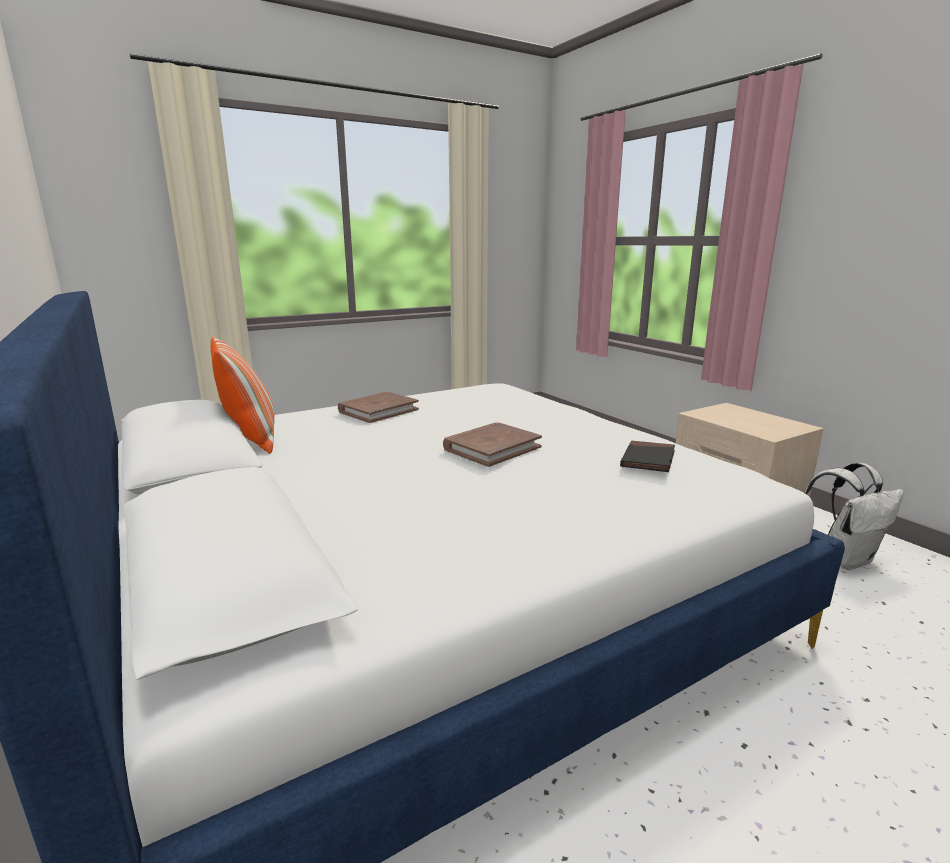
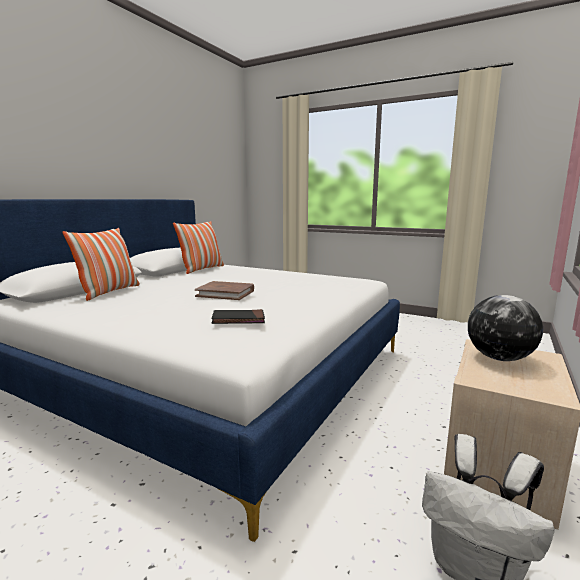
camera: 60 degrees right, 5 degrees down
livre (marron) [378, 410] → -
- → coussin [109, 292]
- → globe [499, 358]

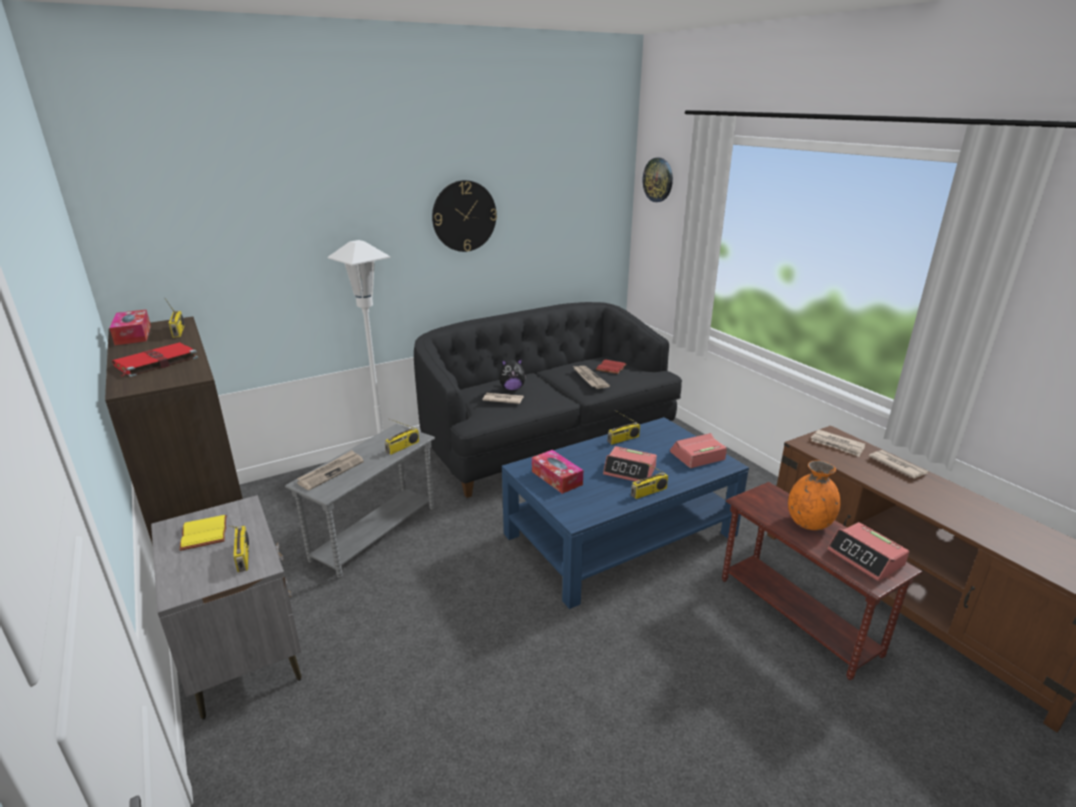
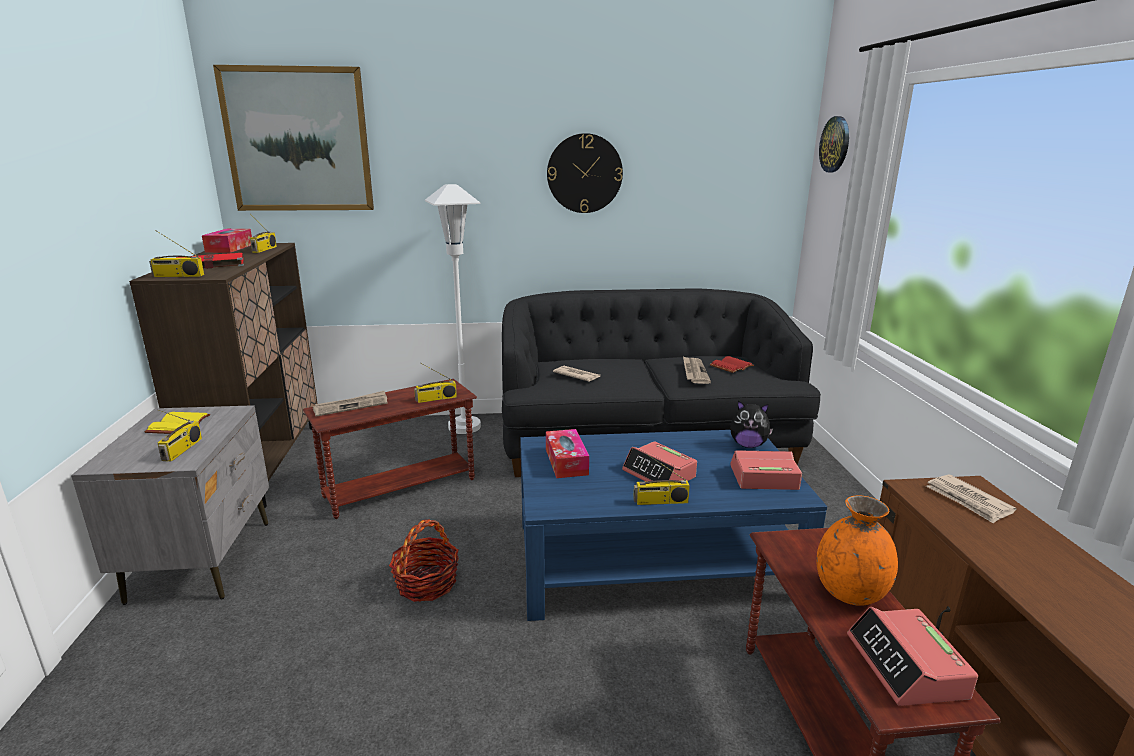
camera: 25 degrees right, 5 degrees down
table d'appoint (gris) [374, 534] → table d'appoint (marron) [400, 488]
peluche [512, 388] → peluche [748, 445], shifted
radio [623, 439] → radio [178, 276], shifted
journal [897, 466] → -
- → tableau [298, 140]
- → panier [426, 583]

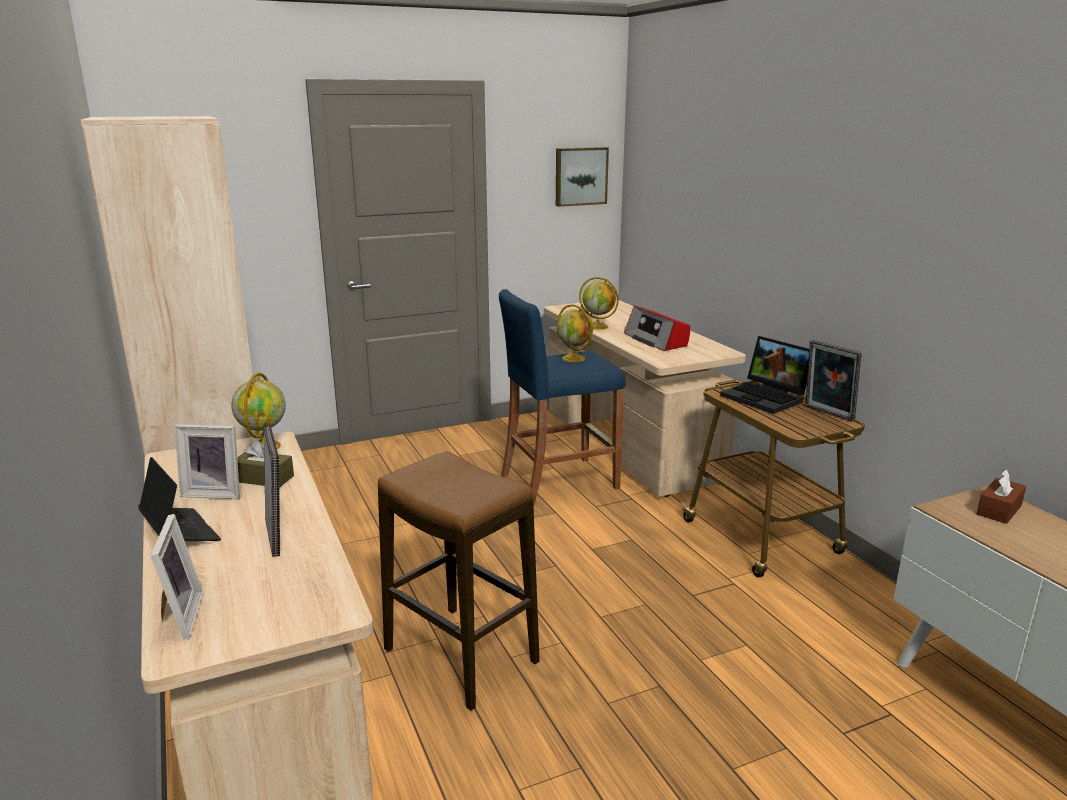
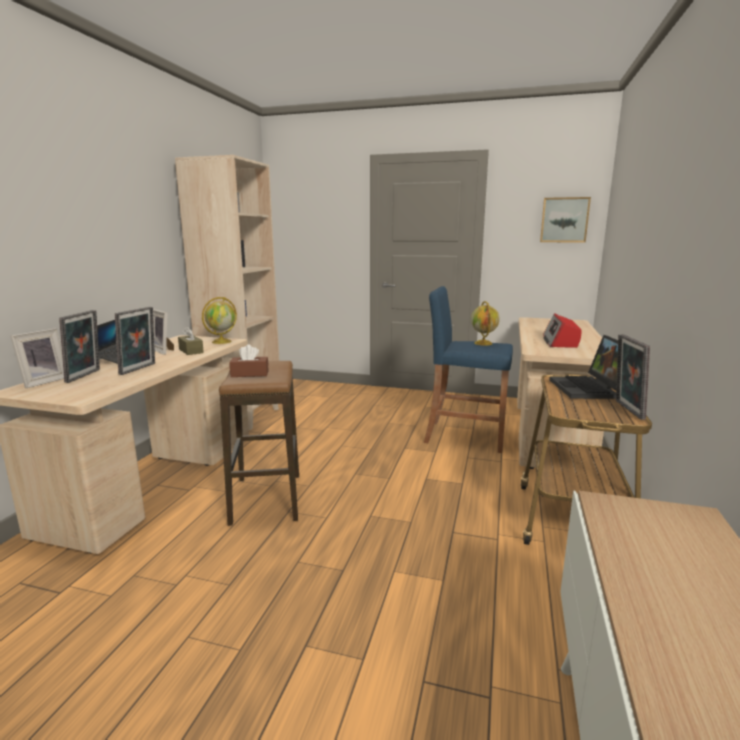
camera: 40 degrees right, 5 degrees down
globe [598, 327] → -
boîte à mouchoirs (marron) [999, 510] → boîte à mouchoirs (marron) [249, 374], shifted
- → cadre photo [86, 376]

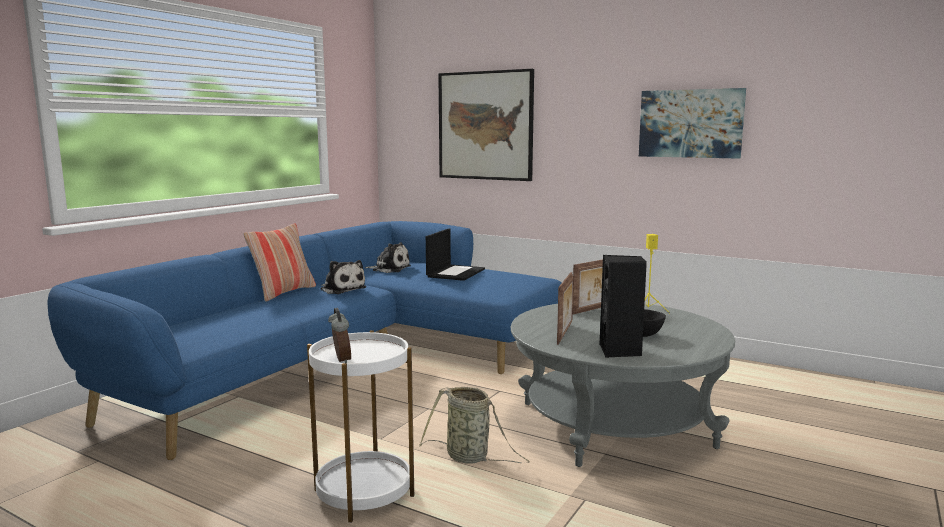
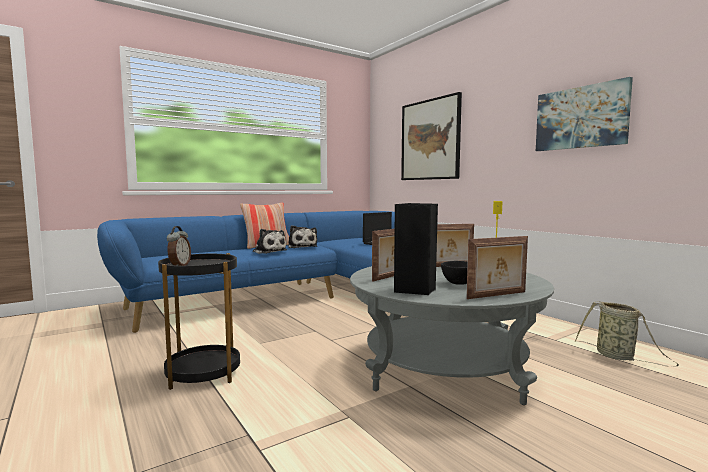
camera: 25 degrees right, 5 degrees down
table d'appoint (blanc) [364, 493] → table d'appoint (noir) [203, 373]
peluche [389, 269] → peluche [268, 251], shifted
panier [470, 457] → panier [617, 357], shifted
- → cadre photo [497, 295]

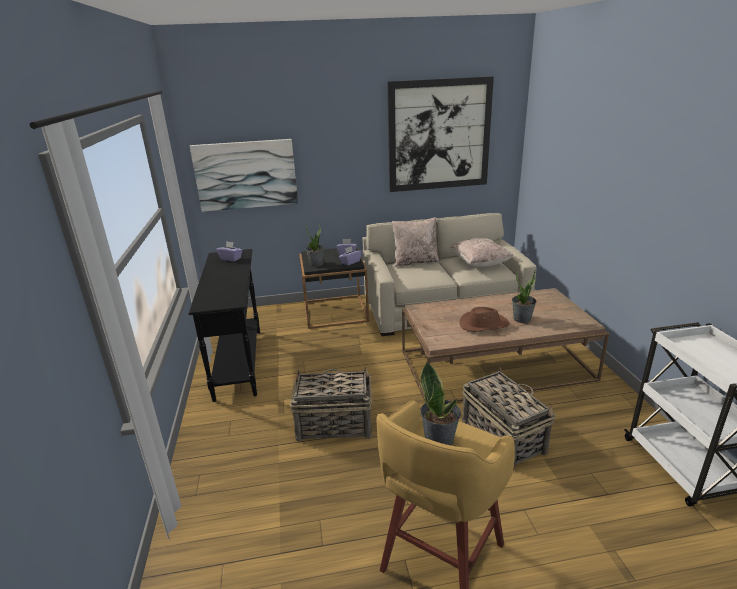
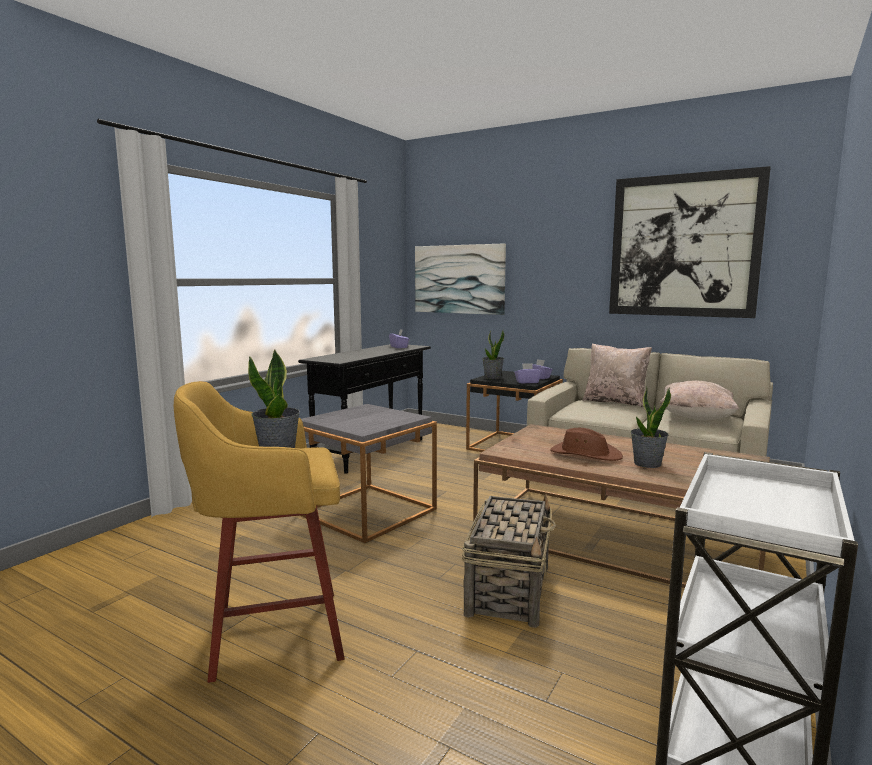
camera: 40 degrees right, 15 degrees down
panier [333, 424] → table d'appoint (gris) [367, 511]

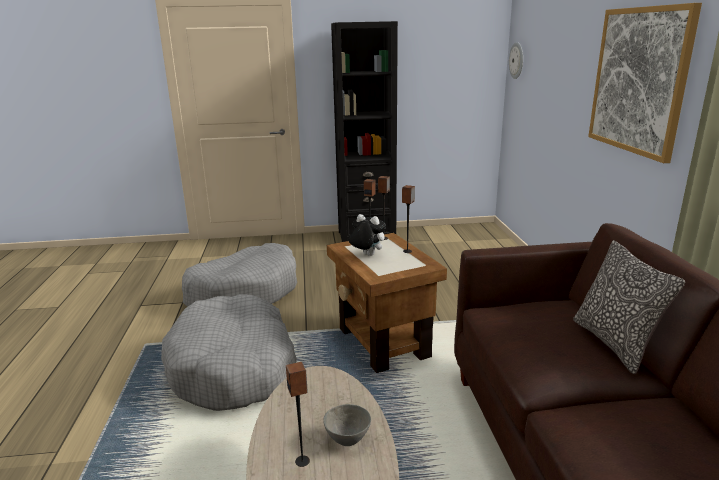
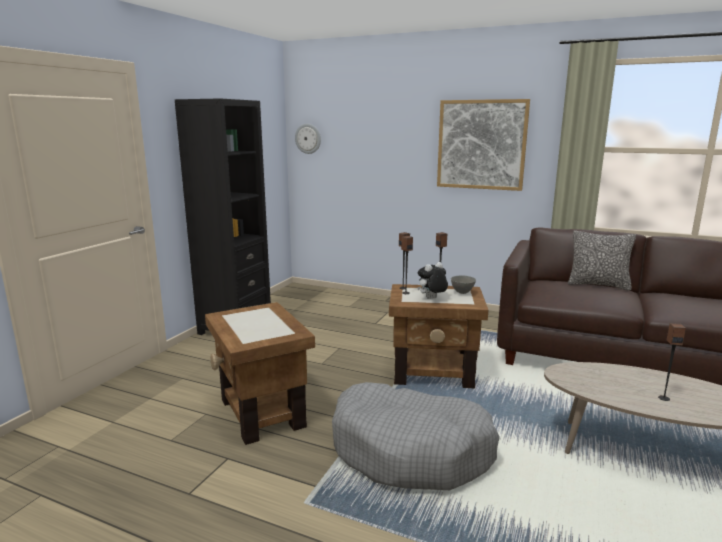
camera: 60 degrees left, 5 degrees down
panier pour chien (gris) [244, 292] → table d'appoint (marron) [261, 413]
bol (gris) [347, 440] → bol (gris) [462, 292], shifted

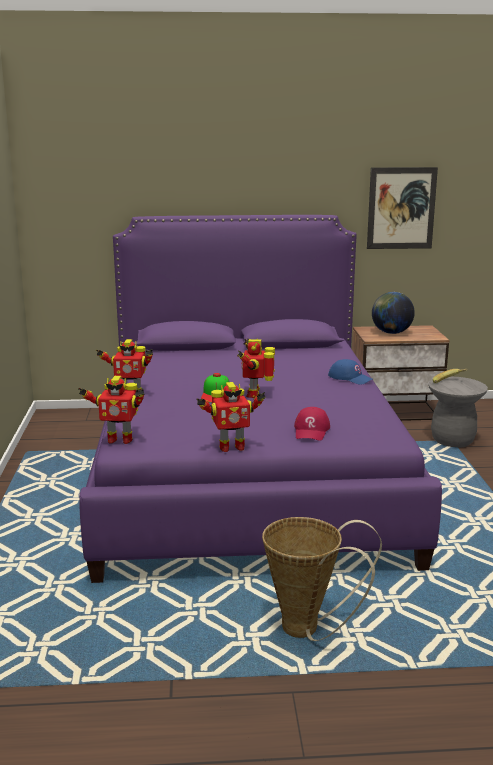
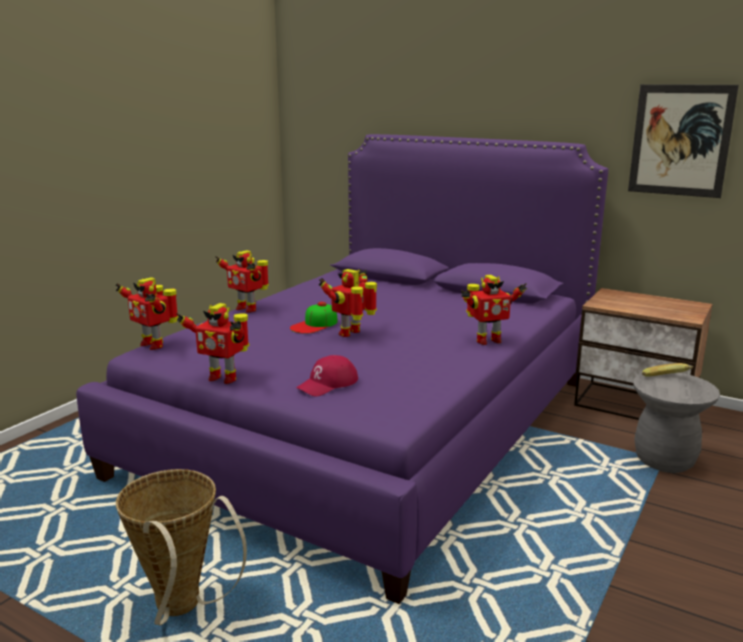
camera: 35 degrees right, 0 degrees up
casquette (bleu) [350, 378] → robot jouet [487, 340]
globe [391, 333] → -

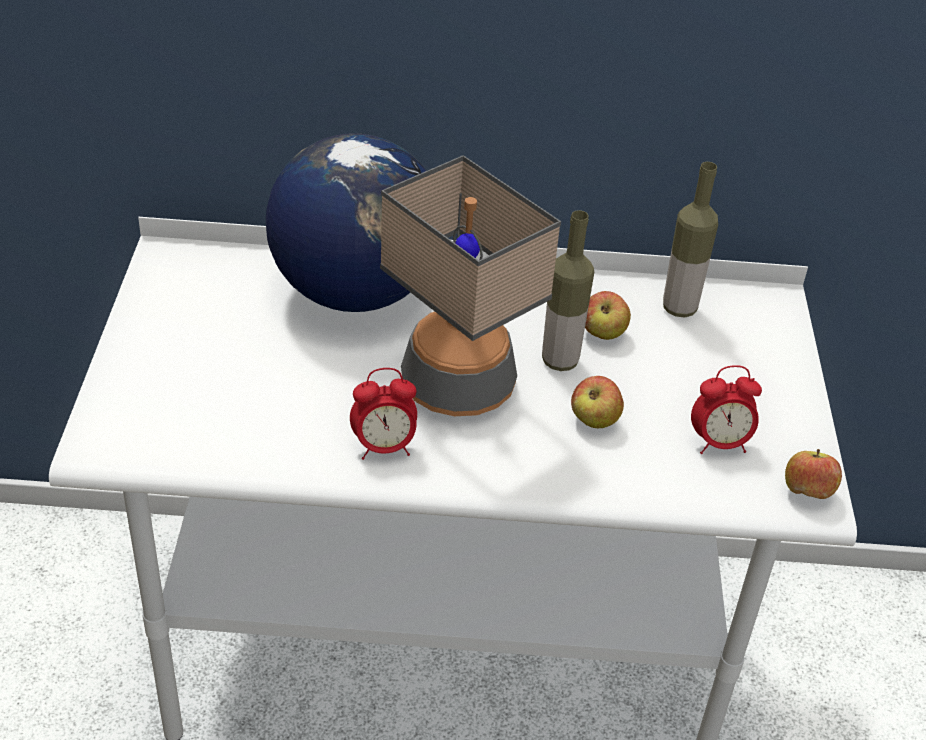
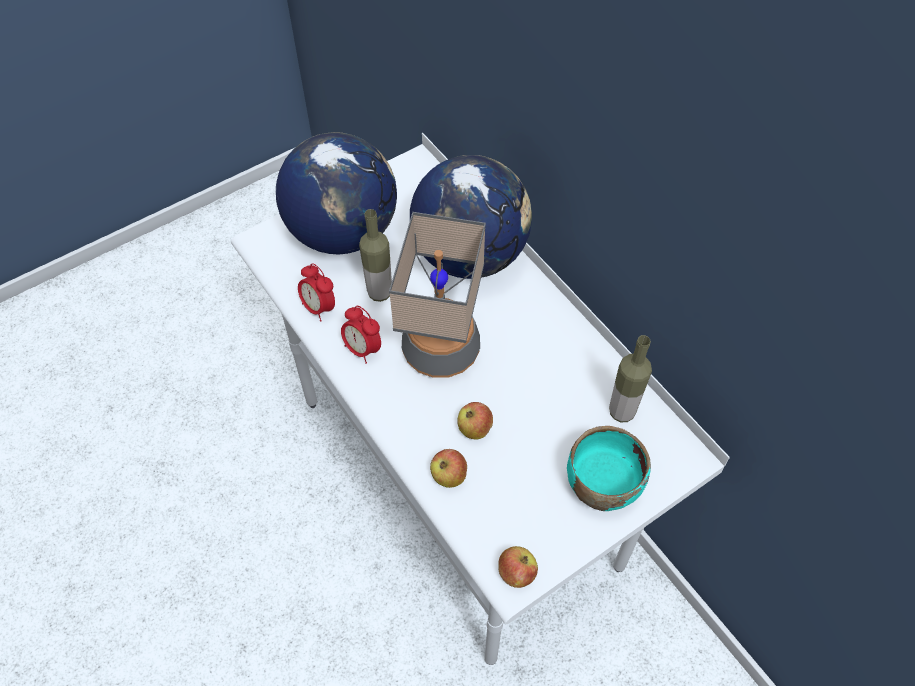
camera: 55 degrees right, 15 degrees up
bouteille [560, 361] → bouteille [379, 292], shifted
pomme [603, 333] → pomme [449, 476], shifted
réveil [719, 443] → réveil [319, 307], shifted
- → globe [342, 232]
- → bol (turquoise) [602, 484]

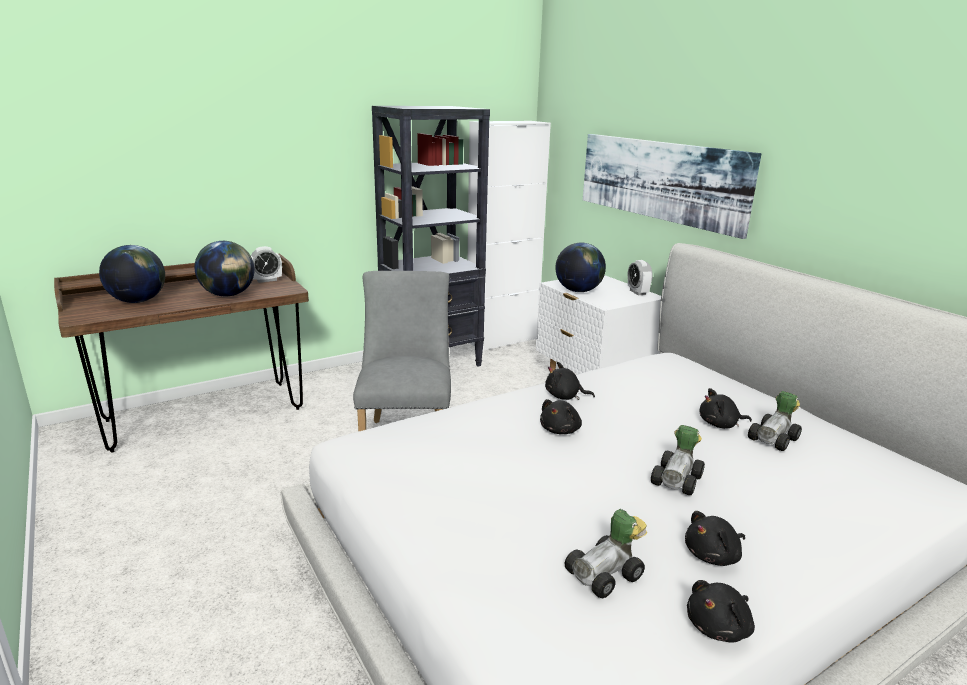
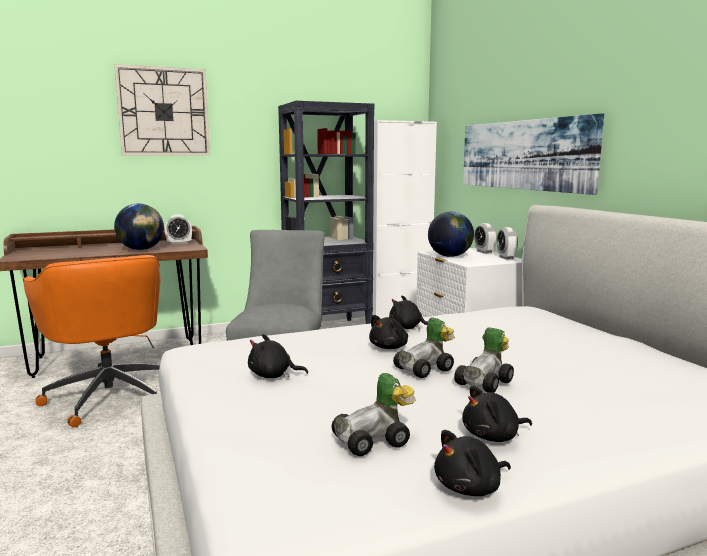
camera: 10 degrees right, 10 degrees down
globe [138, 301] → -
peluche (noir) [720, 424] → peluche (noir) [273, 375], shifted
petite voiture [775, 438] → petite voiture [426, 369], shifted
- → chaise de bureau (orange) [109, 396]
- → horloge murale [163, 112]
- → réveil [484, 252]

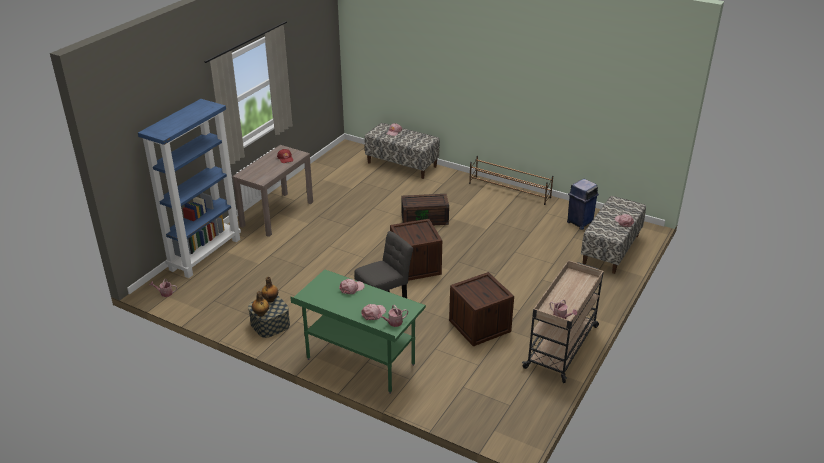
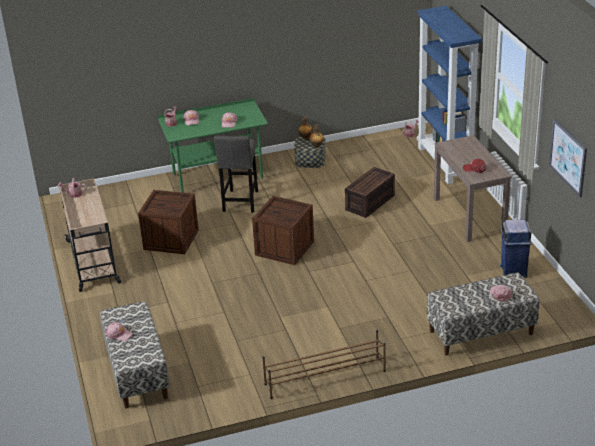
camera: 135 degrees right, 0 degrees up
boîte de rangement (marron) [425, 219] → boîte de rangement (marron) [370, 203], shifted
poubelle (bleu) [579, 222] → poubelle (bleu) [513, 271], shifted
- → tableau [568, 157]

